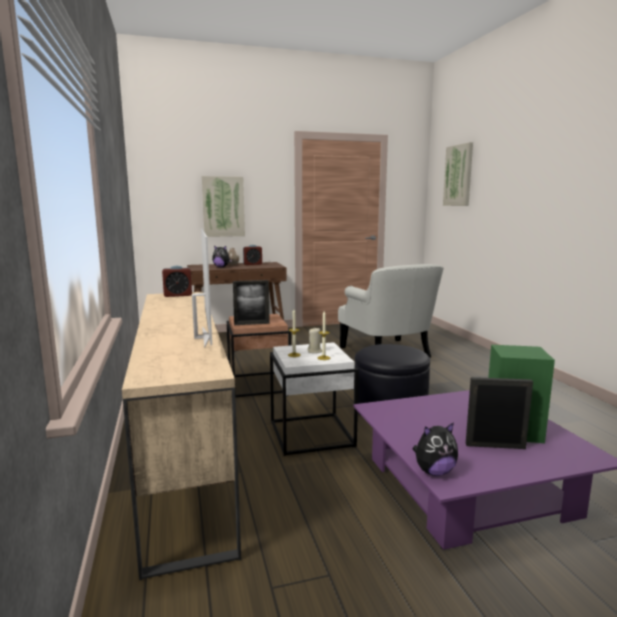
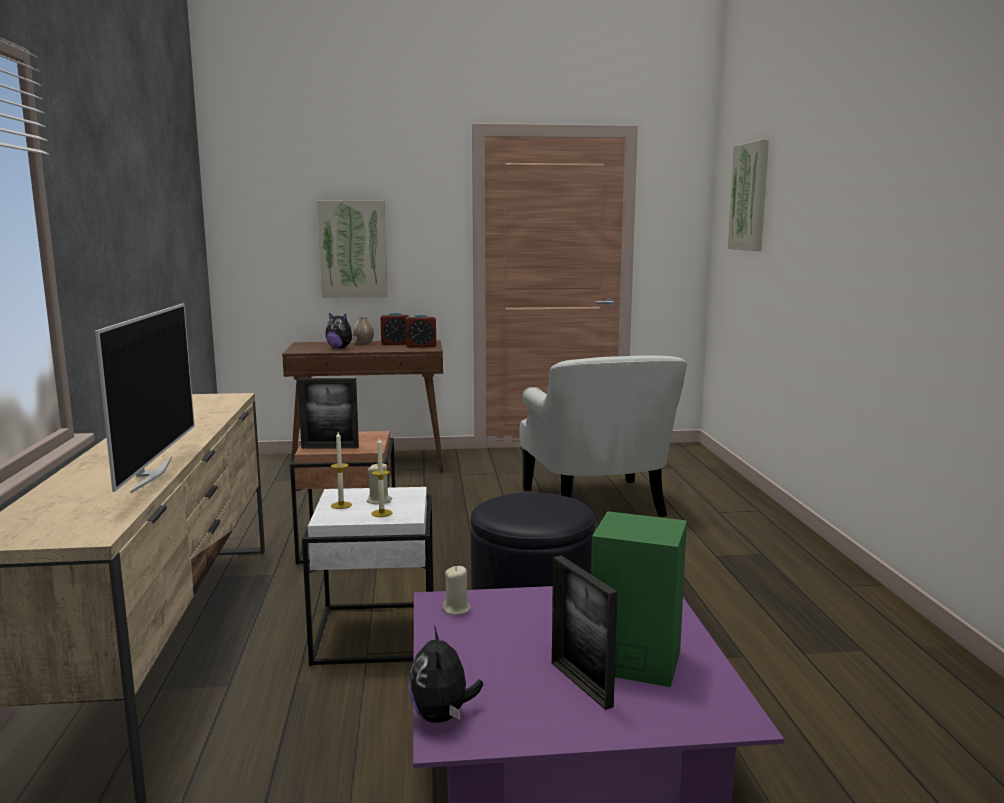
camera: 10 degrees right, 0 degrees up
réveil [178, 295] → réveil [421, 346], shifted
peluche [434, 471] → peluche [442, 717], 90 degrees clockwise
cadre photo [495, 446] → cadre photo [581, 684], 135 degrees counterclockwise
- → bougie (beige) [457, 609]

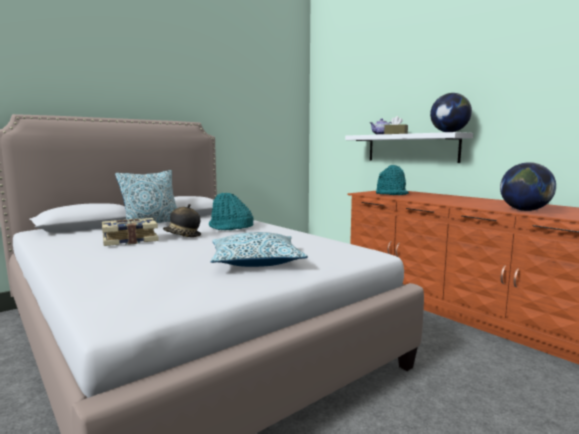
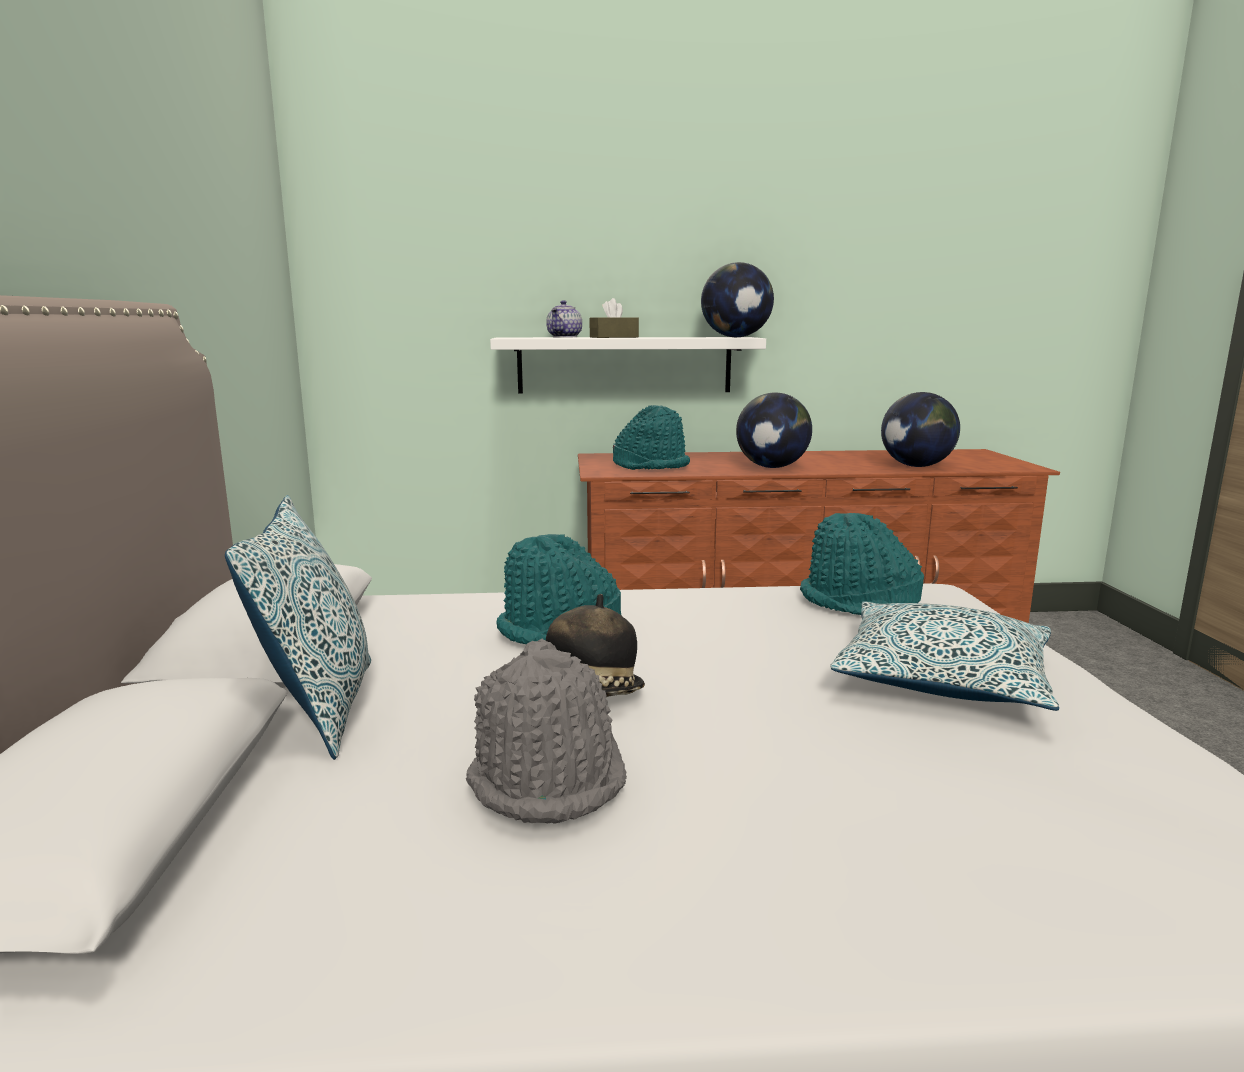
camera: 55 degrees left, 5 degrees up
livre [130, 240] → chapeau (gris) [548, 777]
- → globe [772, 467]
- → chapeau (turquoise) [859, 602]

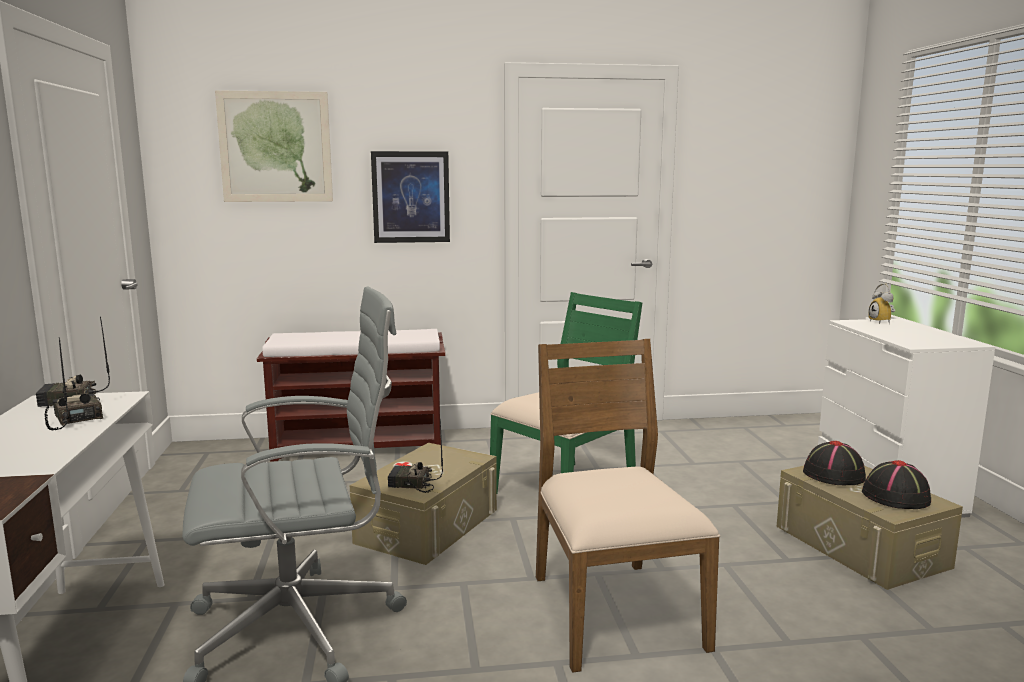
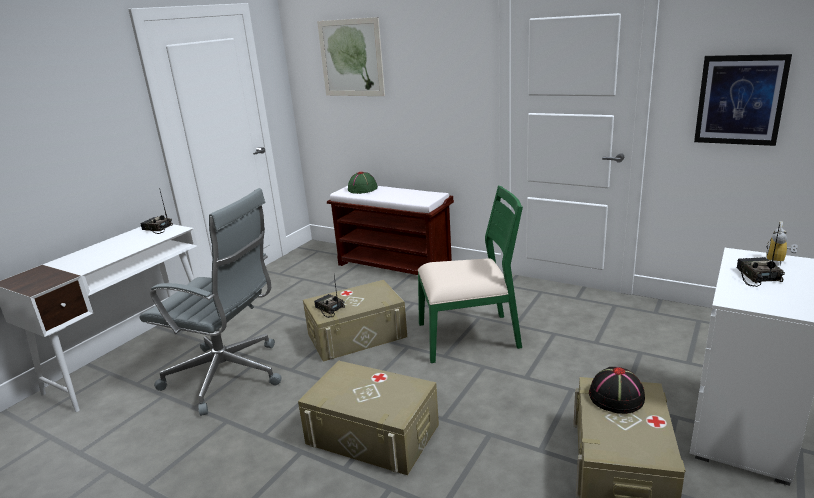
camera: 40 degrees right, 10 degrees up
radio [74, 419] → radio [756, 276], shifted
tableau [411, 197] → tableau [740, 100], shifted
chaise (marron) [613, 611] → boîte de rangement (beige) [373, 434]
chapeau (noir) [896, 497] → -
- → chapeau (vert) [363, 189]

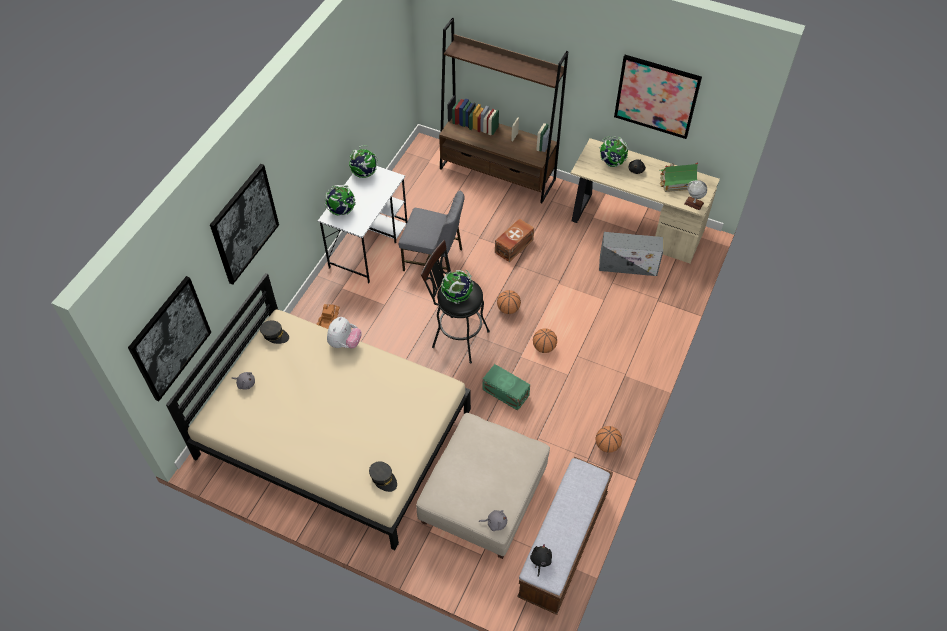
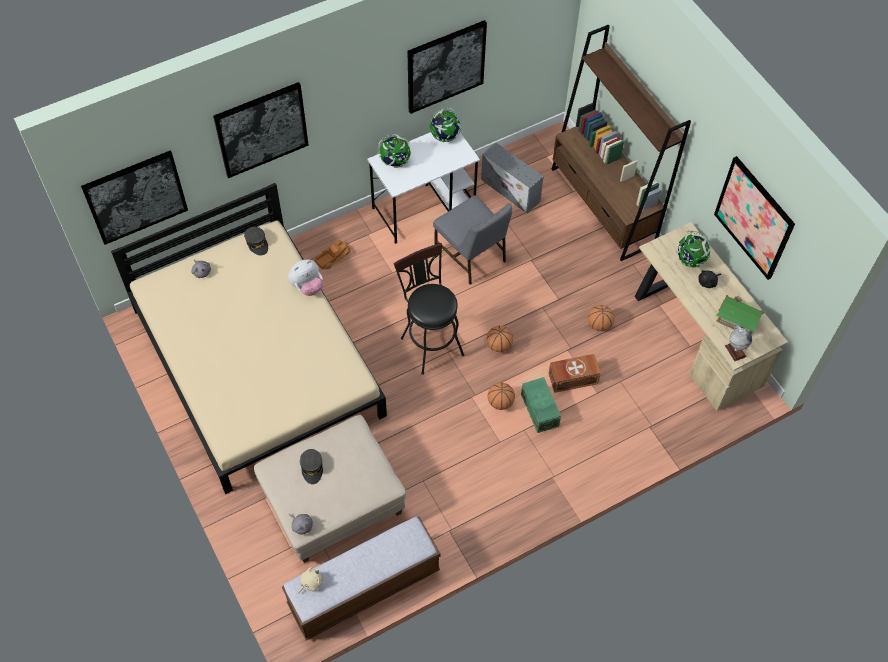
camera: 35 degrees right, 5 degrees up
casquette (gris) [383, 478] → casquette (gris) [312, 468], shifted
globe [457, 296] → -
boîte de rangement (vert) [506, 393] → boîte de rangement (vert) [539, 411], shifted
boîte de rangement (marron) [513, 246] → boîte de rangement (marron) [572, 378], shifted
peluche (noir) [540, 561] → peluche (beige) [310, 583]
ballon de basket [607, 445] → ballon de basket [599, 325], shifted
boîte de rangement (gris) [629, 266] → boîte de rangement (gris) [511, 191], shifted
- → tableau [445, 66]

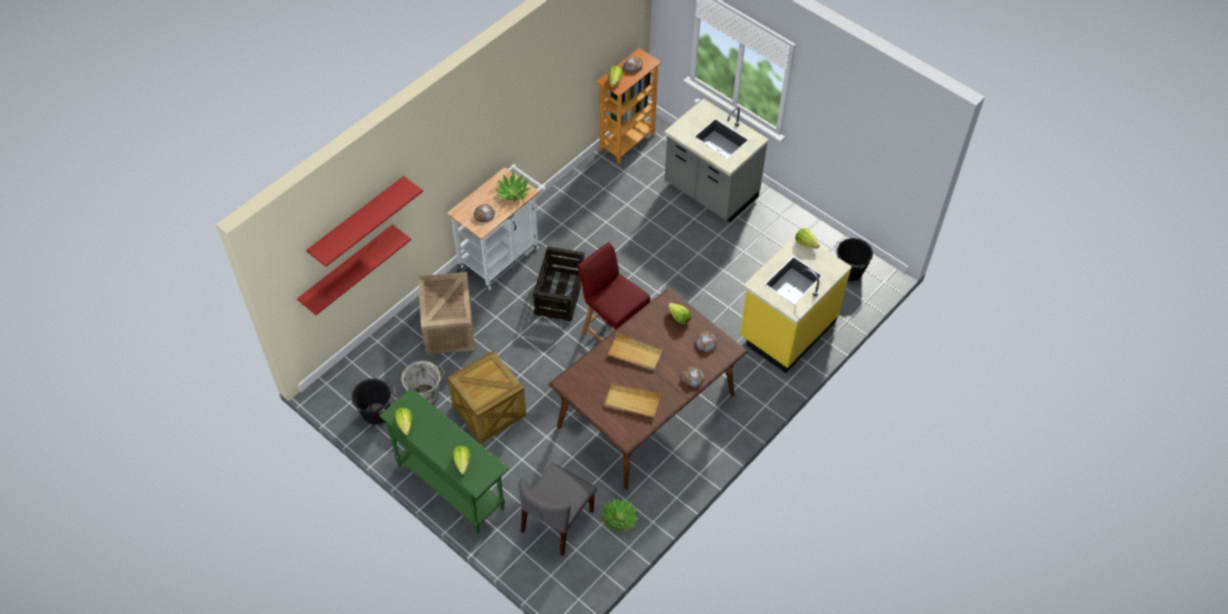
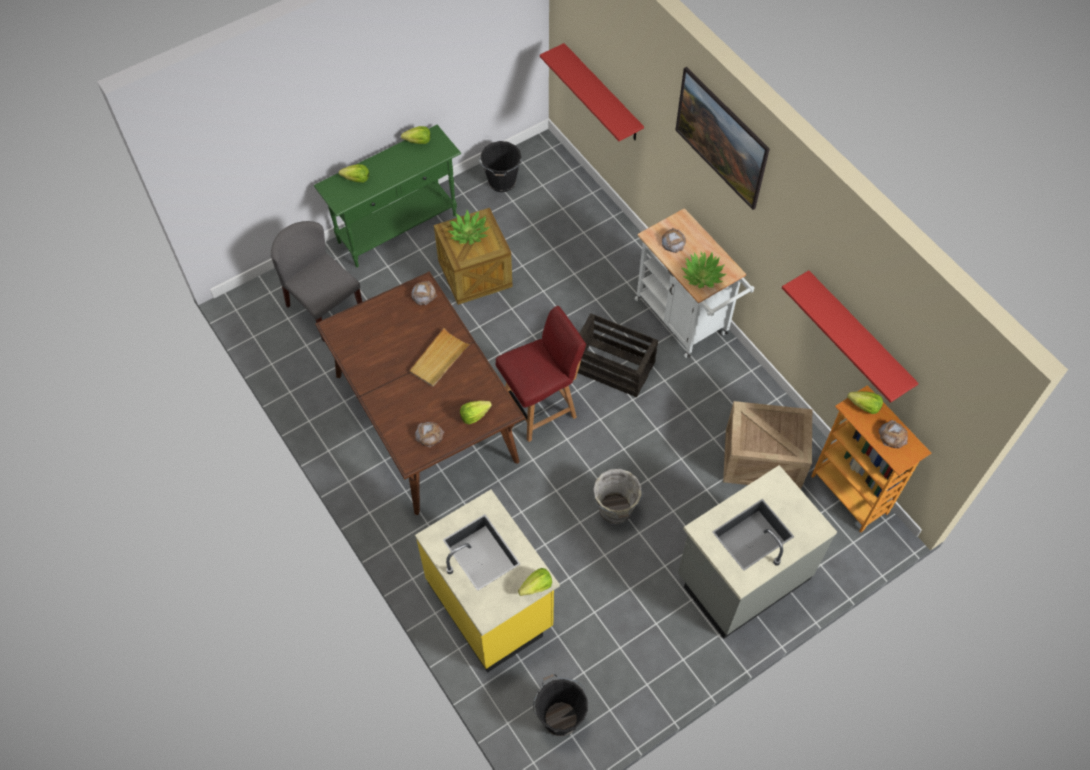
camera: 105 degrees right, 5 degrees up
étagère (rouge) [357, 220] → étagère (rouge) [858, 334], shifted
seau (gris) [426, 396] → seau (gris) [615, 511], shifted
caisse [448, 326] → caisse [763, 459], shifted
plante en pot [619, 518] → plante en pot [469, 233], shifted
plateau (beige) [631, 401] → -
pain [692, 378] → pain [423, 294], shifted
- → tableau [718, 153]

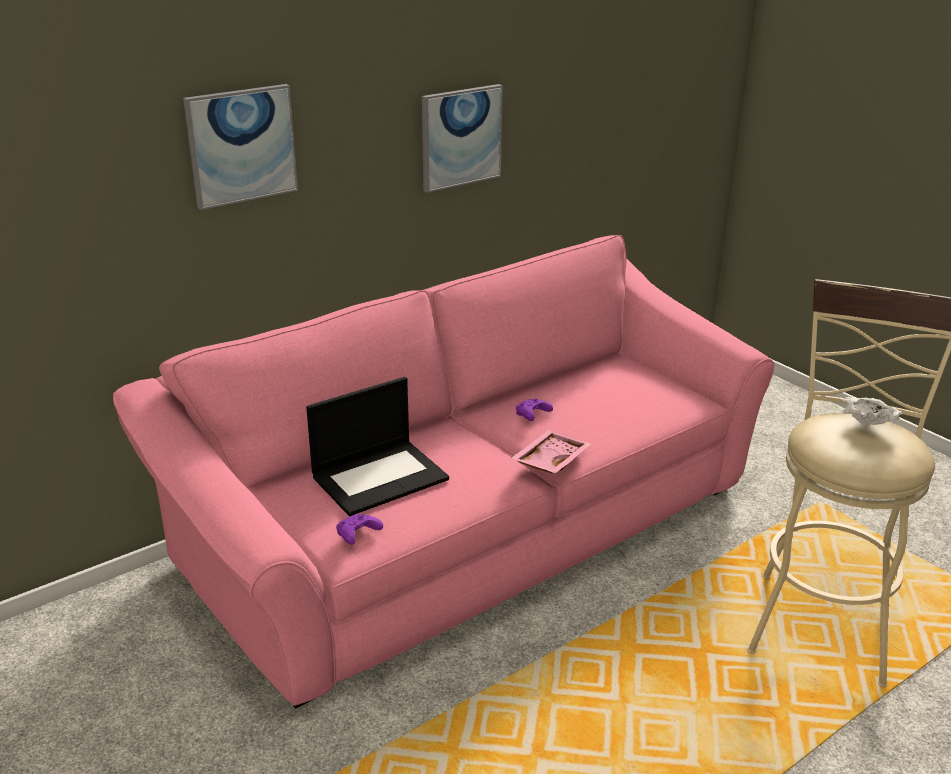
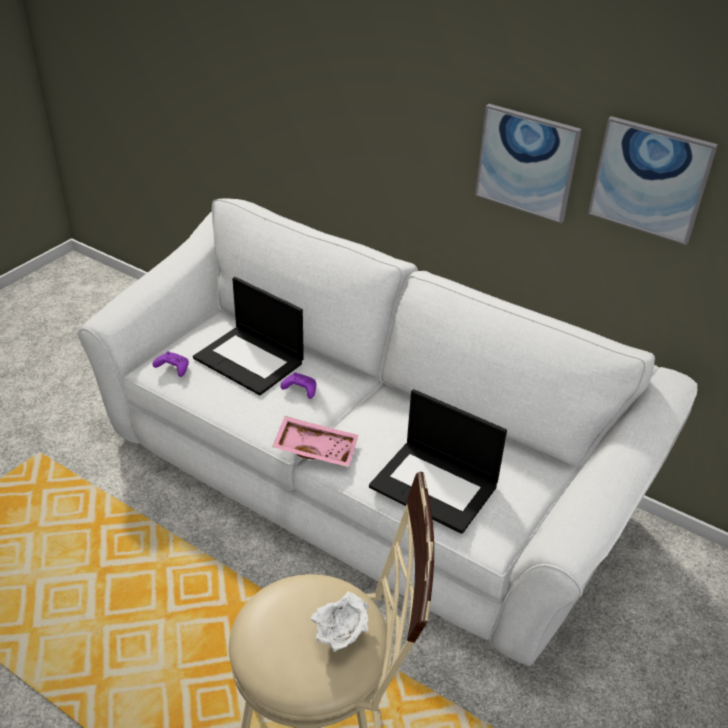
camera: 70 degrees right, 10 degrees up
canapé (rose) [473, 525] → canapé (blanc) [361, 475]
tableau [241, 145] → tableau [650, 179], shifted
manette (violet) [532, 415] → manette (violet) [299, 390], shifted
- → ordinateur portable [435, 486]

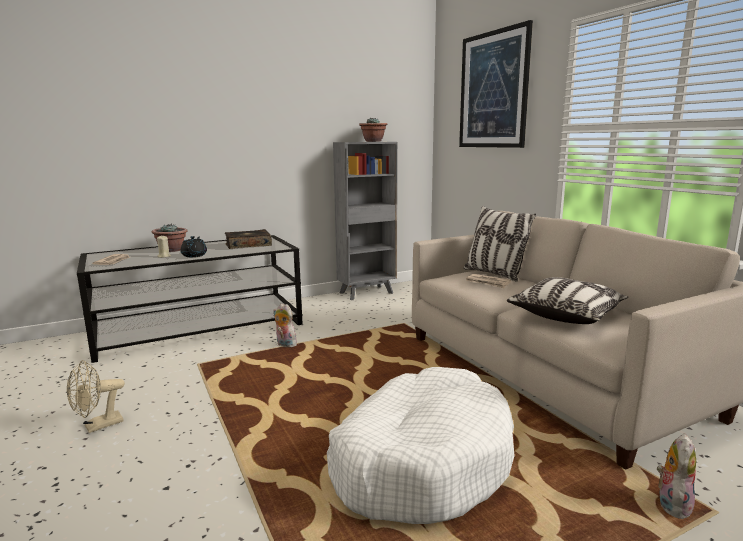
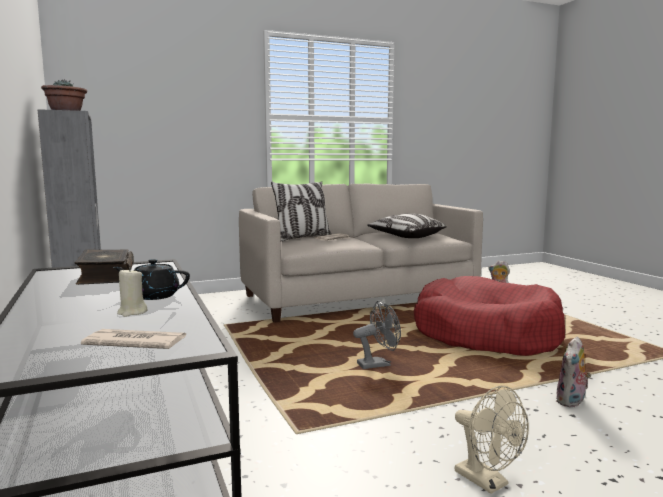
camera: 85 degrees left, 5 degrees down
plante en pot [171, 250] → -
peluche [285, 345] → peluche [571, 402], shifted
panier pour chien (blanc) [421, 461] → panier pour chien (rouge) [486, 334]
tableau [493, 90] → -
- → ventilateur (gris) [378, 364]

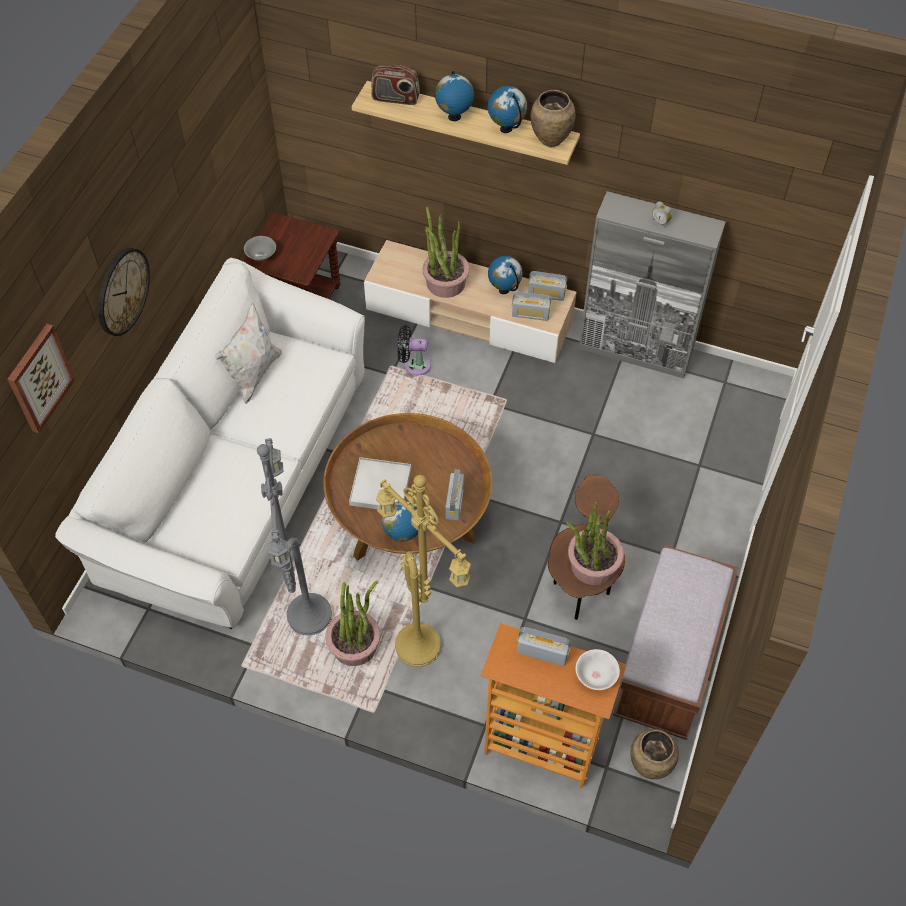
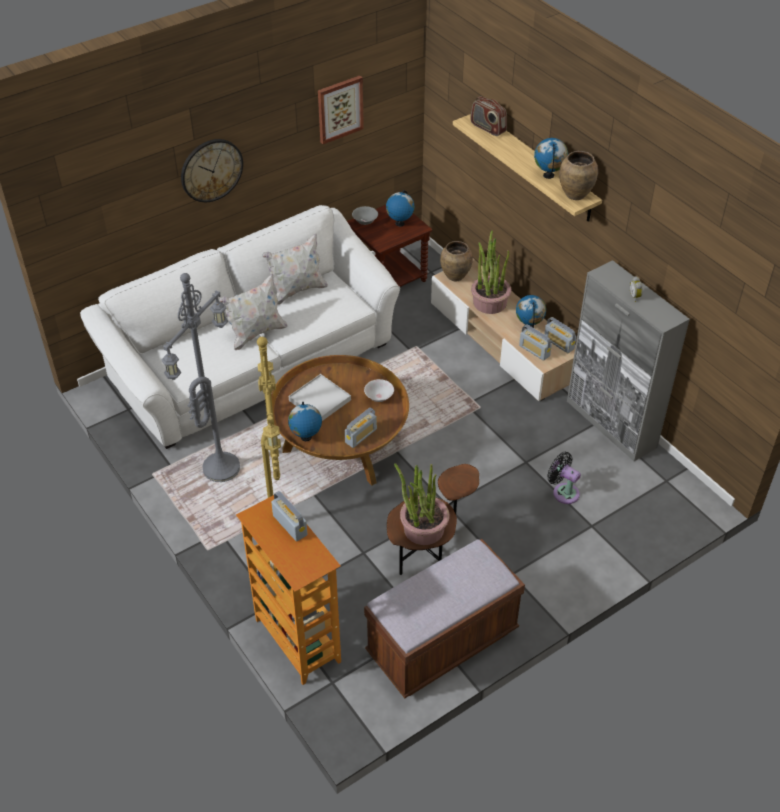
camera: 35 degrees right, 10 degrees down
tableau [39, 378] → tableau [339, 109], shifted
plante en pot [355, 645] → -
ventilateur (noir) [414, 364] → ventilateur (noir) [563, 492], shifted
globe [454, 117] → globe [399, 223], shifted
bol (blanc) [595, 675] → bol (blanc) [379, 397], shifted
vase (marron) [649, 765] → vase (marron) [455, 276], shifted
- → coussin (blanc) [256, 333]

